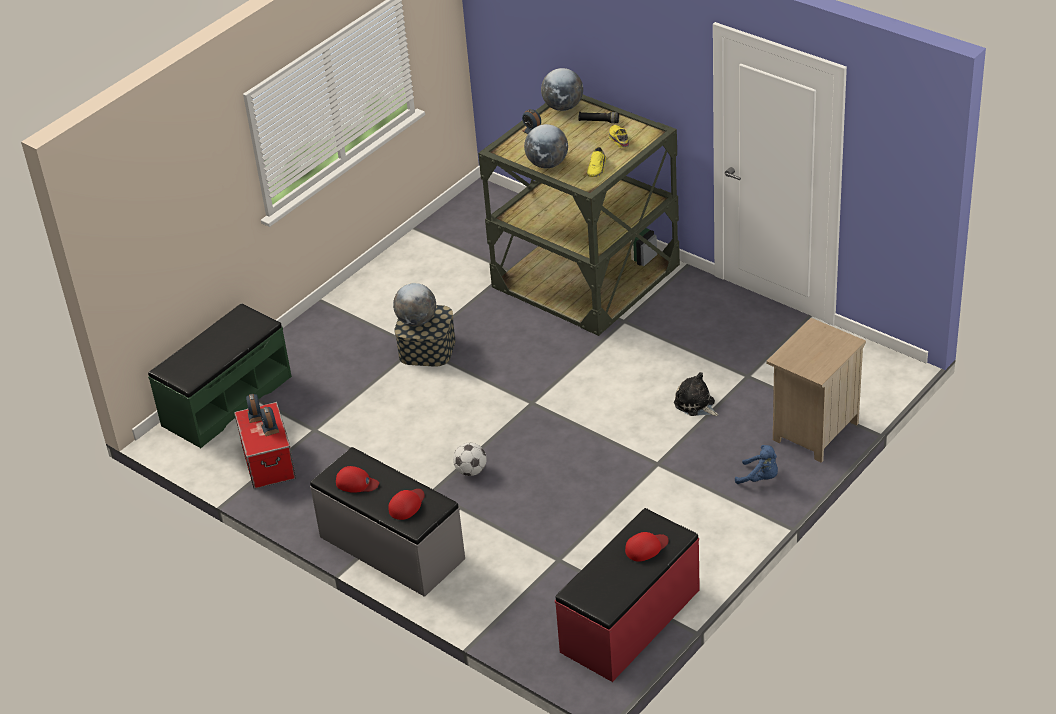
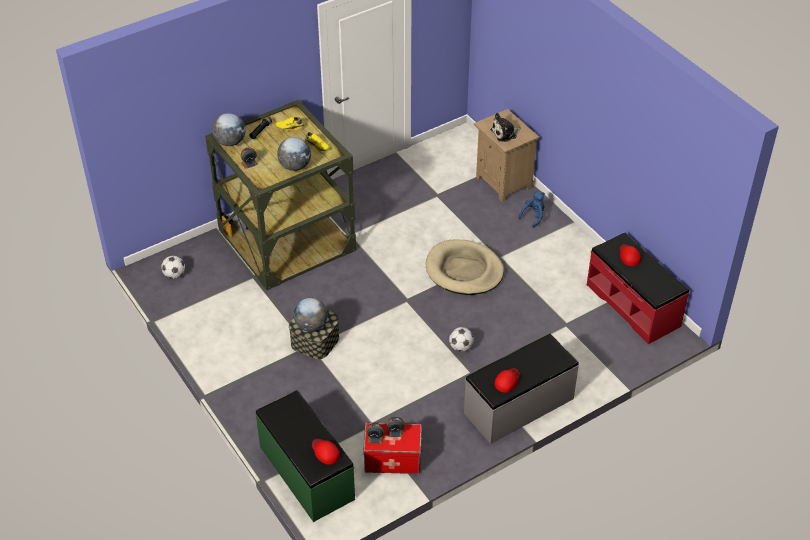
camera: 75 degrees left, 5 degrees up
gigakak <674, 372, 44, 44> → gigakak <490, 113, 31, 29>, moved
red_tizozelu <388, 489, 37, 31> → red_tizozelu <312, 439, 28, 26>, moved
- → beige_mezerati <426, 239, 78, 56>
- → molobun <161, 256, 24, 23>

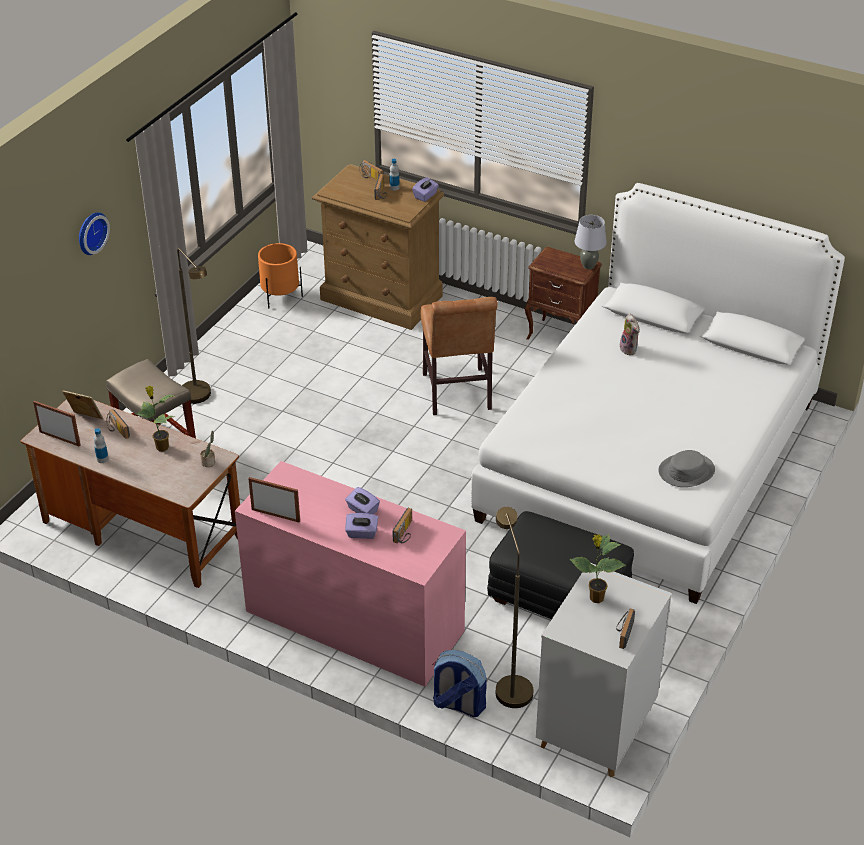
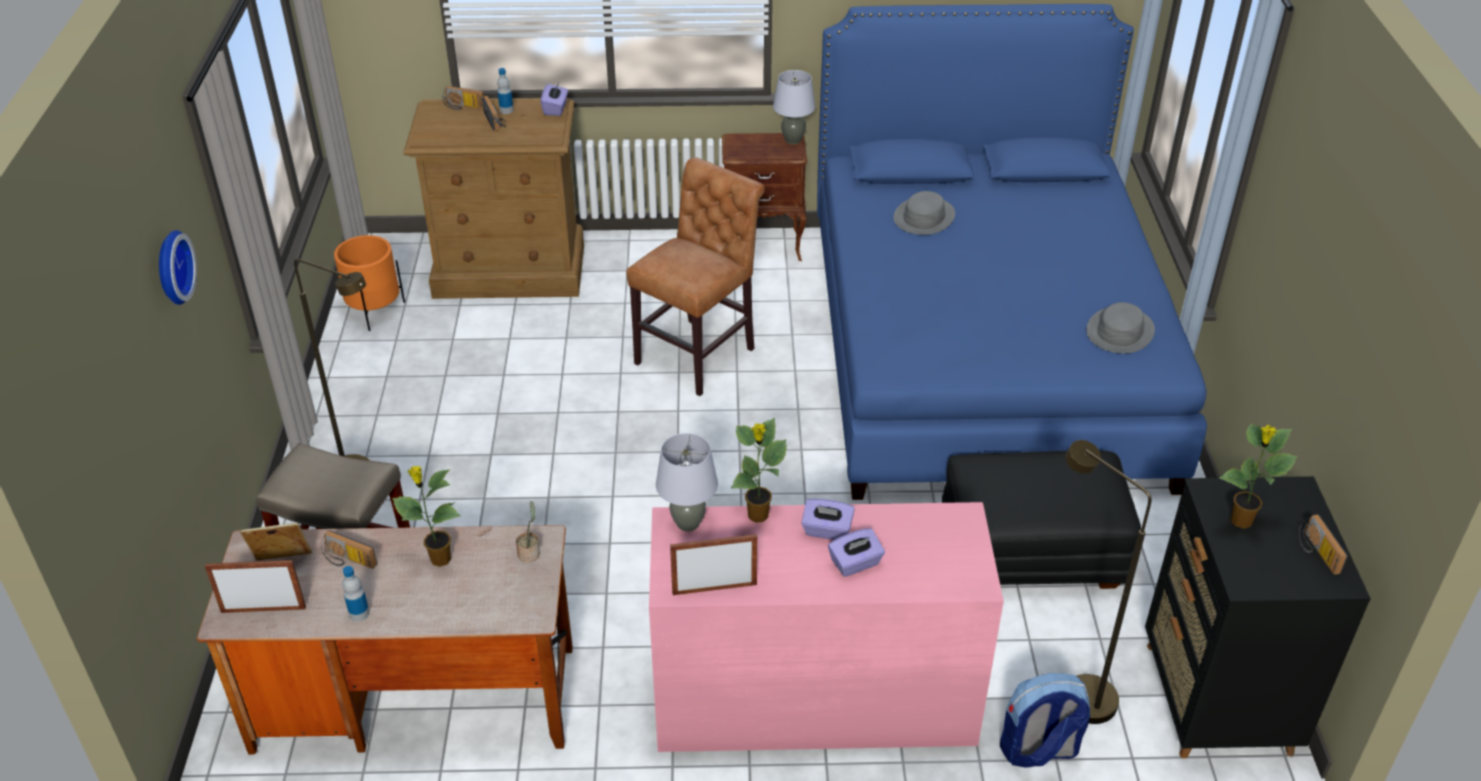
camera: 30 degrees left, 0 degrees up
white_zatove <471, 183, 374, 421> → blue_zatove <817, 4, 390, 496>
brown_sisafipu <421, 297, 77, 118> → brown_sisafipu <626, 157, 139, 239>, 105 degrees counterclockwise
gigakak <620, 314, 20, 41> → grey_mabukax <893, 191, 62, 44>
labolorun <392, 508, 20, 35> → -
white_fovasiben <536, 563, 136, 214> → black_fovasiben <1145, 476, 226, 282>
- → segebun <731, 417, 56, 106>
- → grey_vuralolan <656, 433, 62, 99>

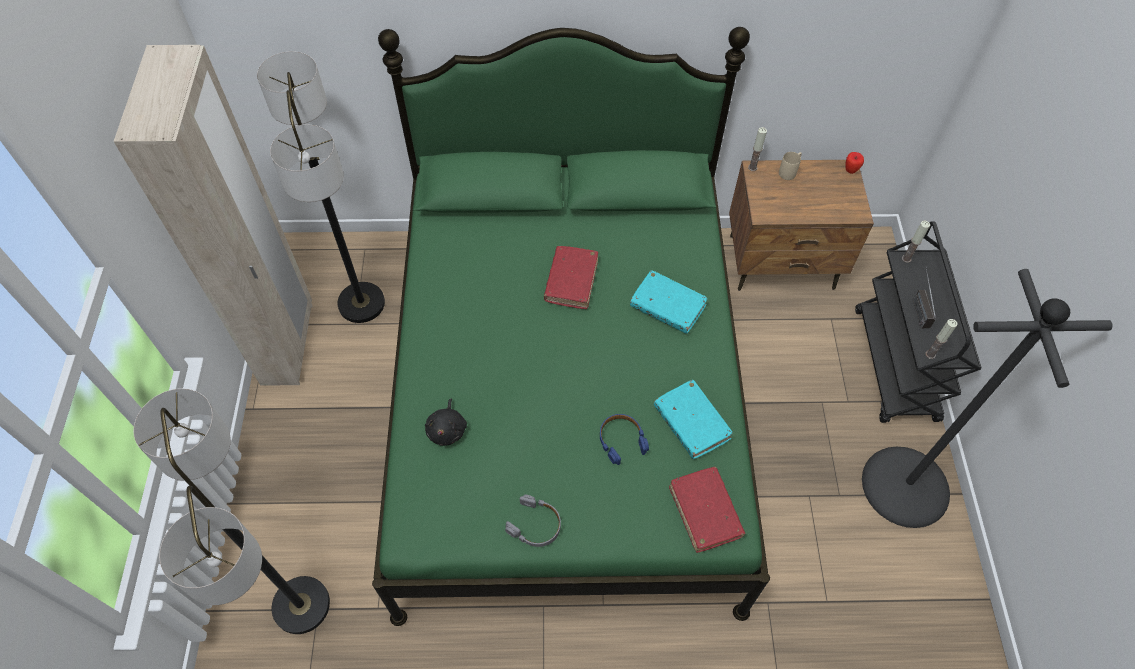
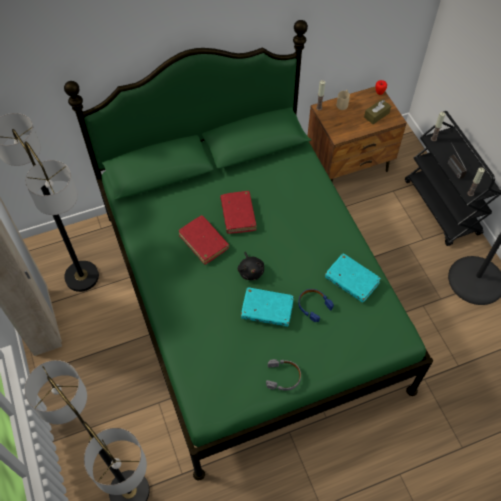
camera: 20 degrees left, 0 degrees up
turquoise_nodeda <630, 270, 78, 64> → turquoise_nodeda <241, 287, 53, 40>, moved
black_gigakak <425, 399, 42, 47> → black_gigakak <238, 252, 26, 28>, moved
red_nodeda <669, 467, 76, 86> → red_nodeda <179, 215, 50, 49>, moved
- → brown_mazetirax <364, 99, 27, 25>

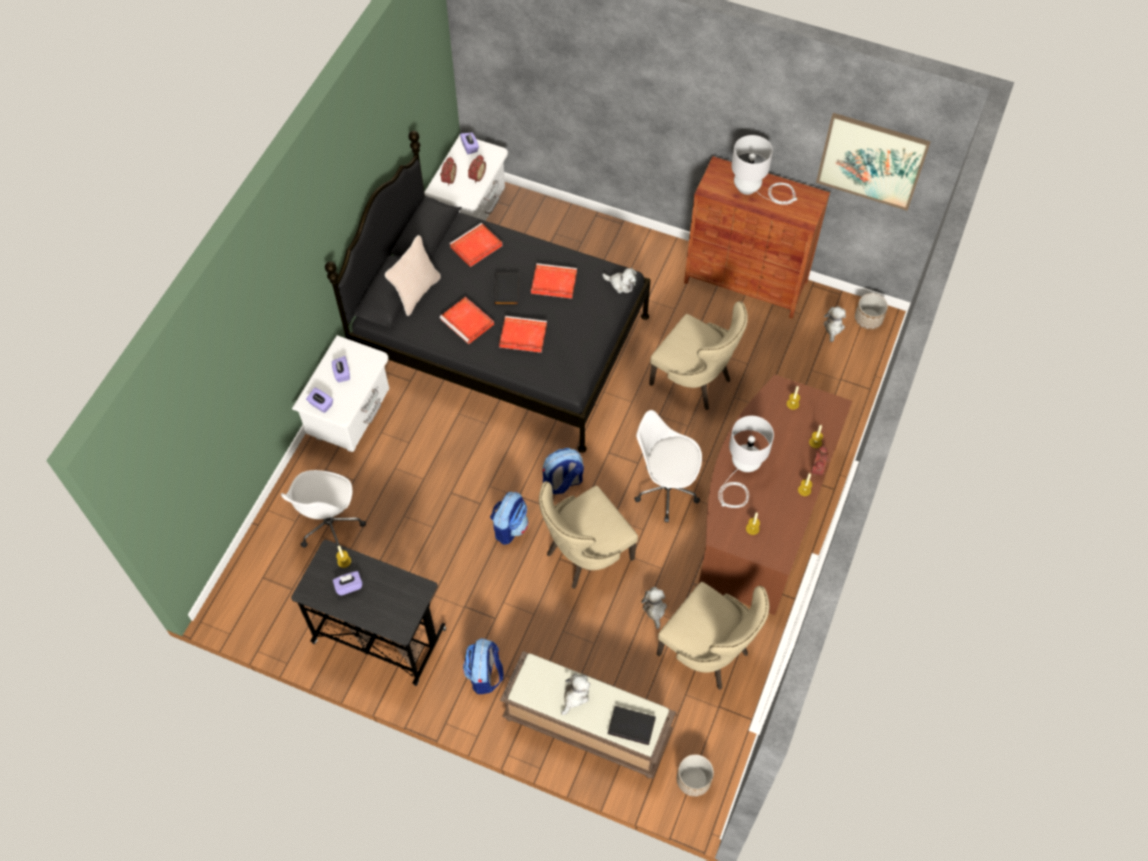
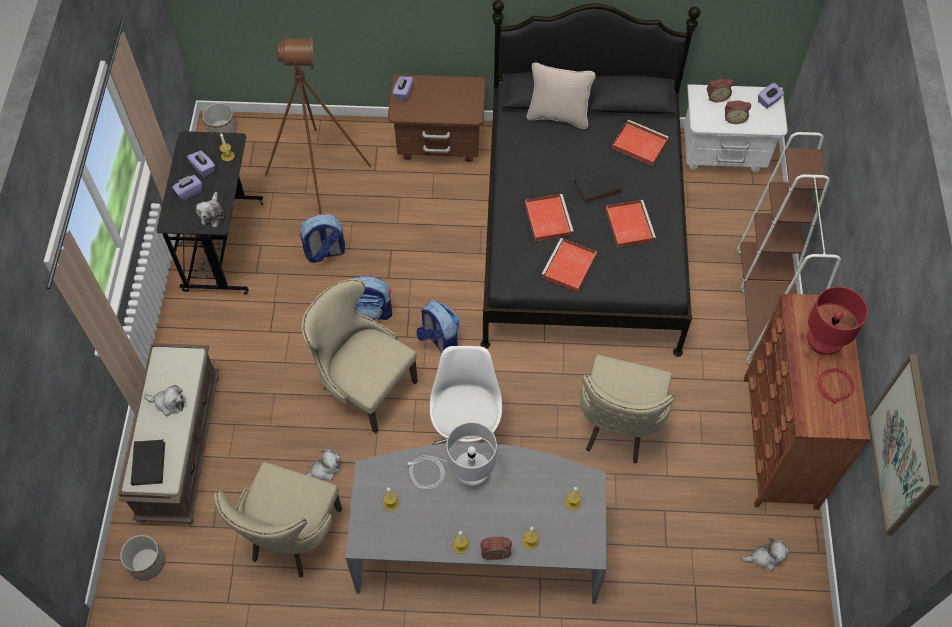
camera: 70 degrees right, 0 degrees up
white_vuralolan <731, 135, 66, 70> → red_vuralolan <807, 287, 61, 117>
gigakak <602, 268, 35, 25> → gigakak <196, 192, 28, 35>, moved
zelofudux <855, 293, 33, 36> → zelofudux <202, 103, 35, 30>, moved
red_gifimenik <440, 297, 54, 47> → red_gifimenik <541, 238, 56, 54>, moved
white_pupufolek <292, 335, 97, 117> → brown_pupufolek <388, 74, 98, 88>
purple_mazetirax <332, 356, 18, 26> → purple_mazetirax <172, 175, 30, 26>, moved
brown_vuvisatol <699, 375, 153, 240> → grey_vuvisatol <345, 443, 262, 161>
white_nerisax <281, 470, 85, 78> → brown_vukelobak <264, 36, 108, 178>
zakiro <463, 638, 41, 56> → zakiro <299, 214, 46, 49>, moved
- → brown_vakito <737, 132, 104, 232>

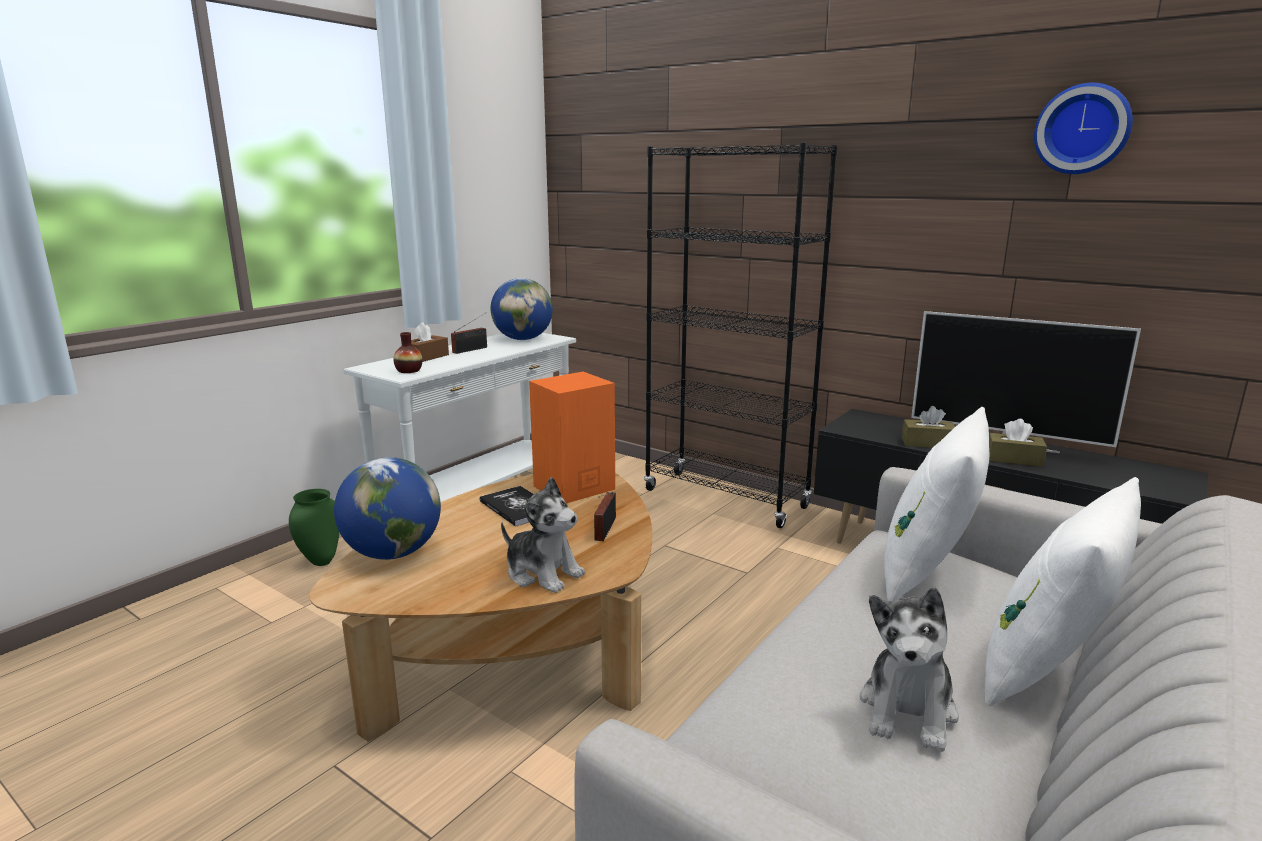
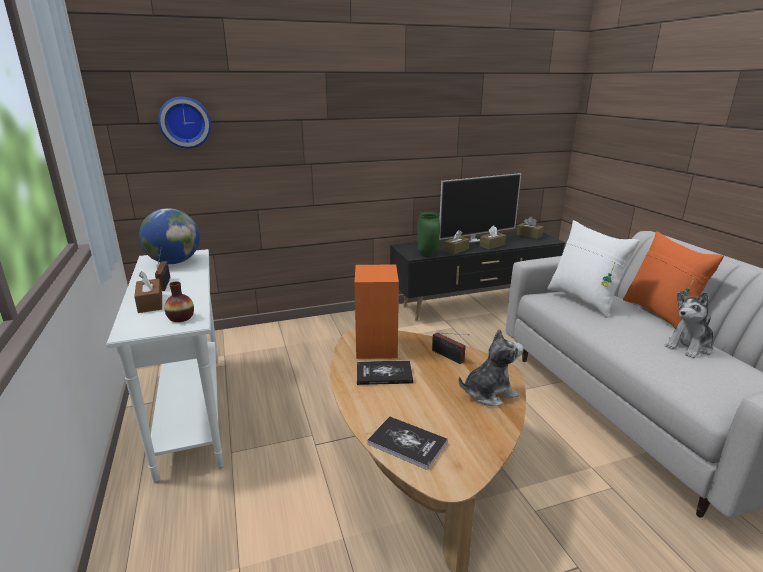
camera: 55 degrees left, 5 degrees up
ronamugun <1034, 83, 99, 91> → ronamugun <158, 97, 53, 51>, moved
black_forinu <644, 143, 194, 385> → -
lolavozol <334, 457, 107, 103> → nodeda <367, 416, 81, 54>
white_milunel <985, 477, 156, 229> → orange_milunel <623, 232, 101, 96>
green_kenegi <289, 489, 50, 77> → green_kenegi <417, 212, 23, 44>, moved
gigakak <860, 587, 99, 165> → gigakak <664, 292, 49, 67>, 90 degrees clockwise
- → brown_mazetirax <516, 217, 28, 22>

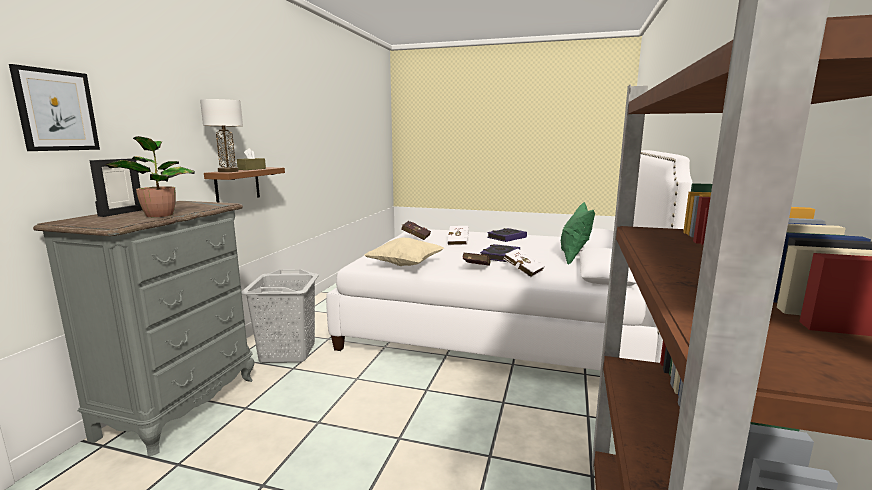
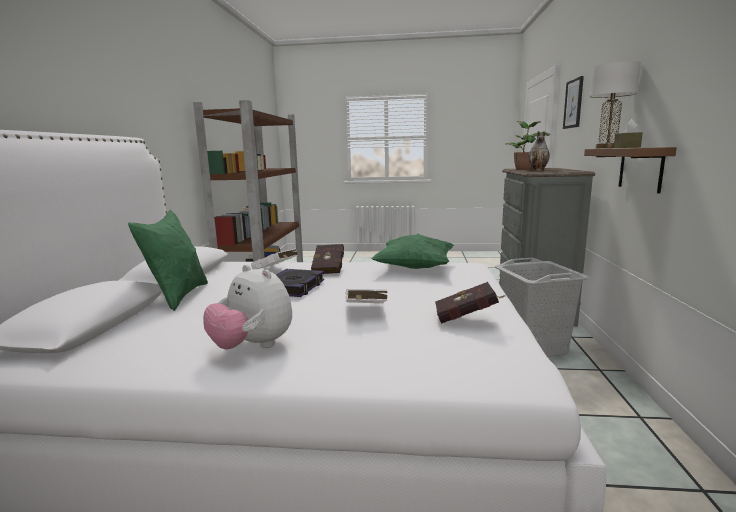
camera: 170 degrees right, 0 degrees up
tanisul <89, 158, 53, 59> → -
nodeda <487, 228, 40, 14> → gigakak <203, 265, 89, 85>
beige_milunel <365, 237, 79, 29> → green_milunel <371, 233, 83, 36>
- → kenegi <529, 131, 21, 40>

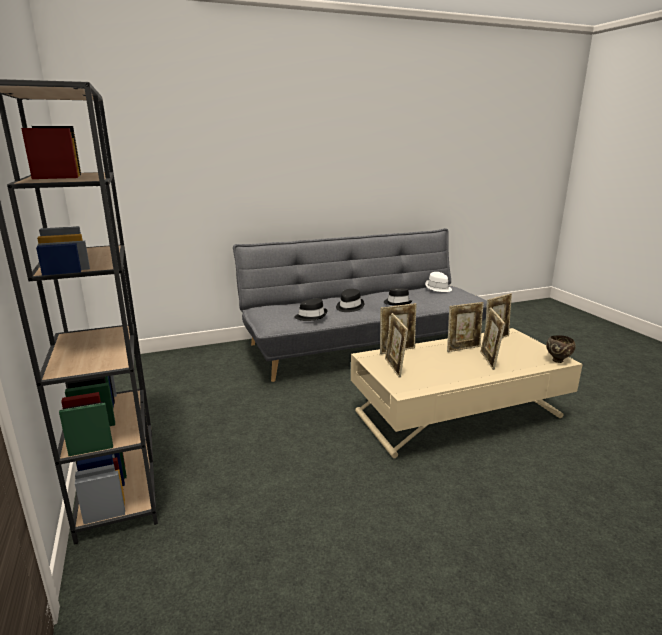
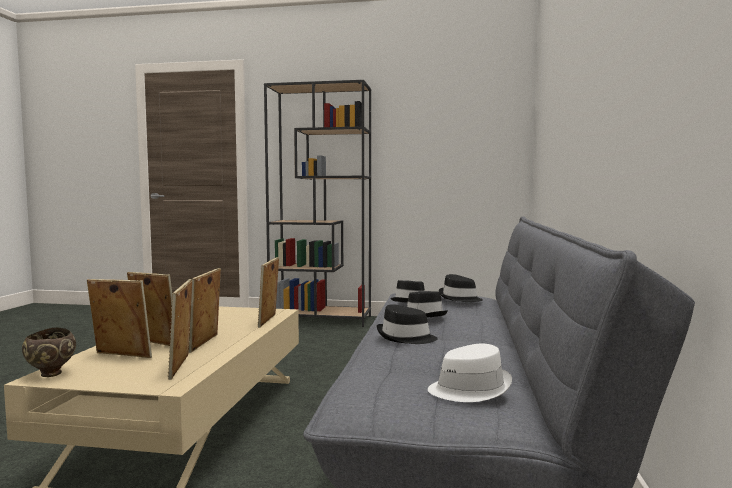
camera: 120 degrees right, 15 degrees down
tanisul <385, 313, 23, 65> → tanisul <87, 279, 65, 79>, moved
- → black_mabukax <439, 274, 44, 28>

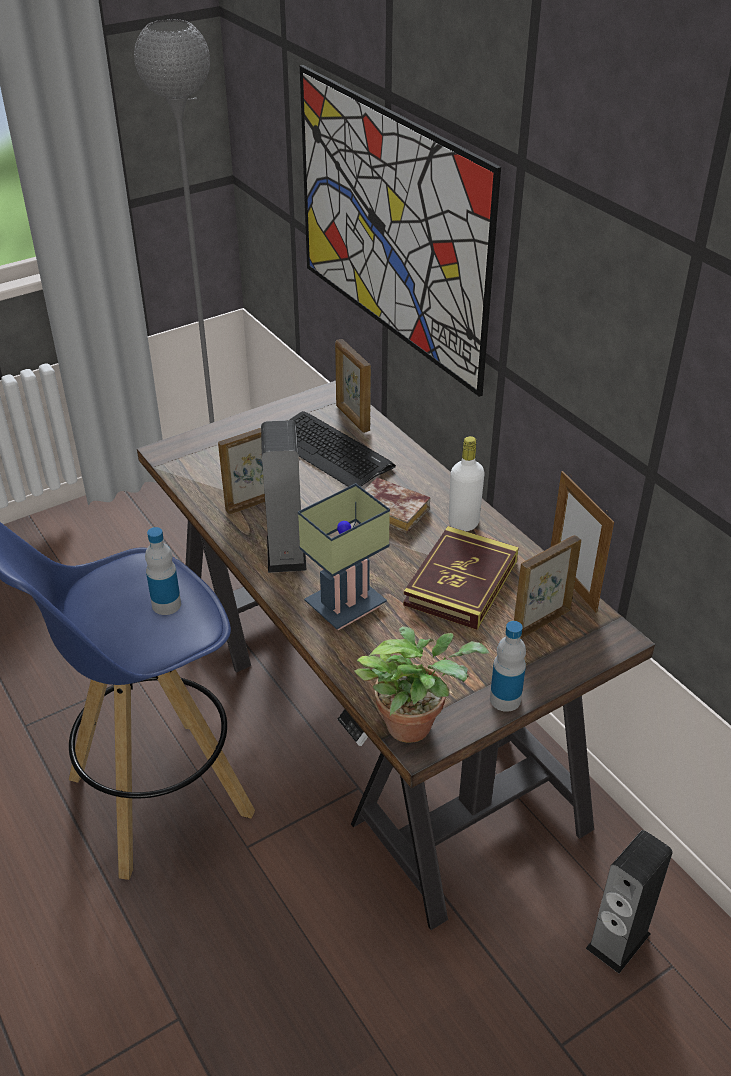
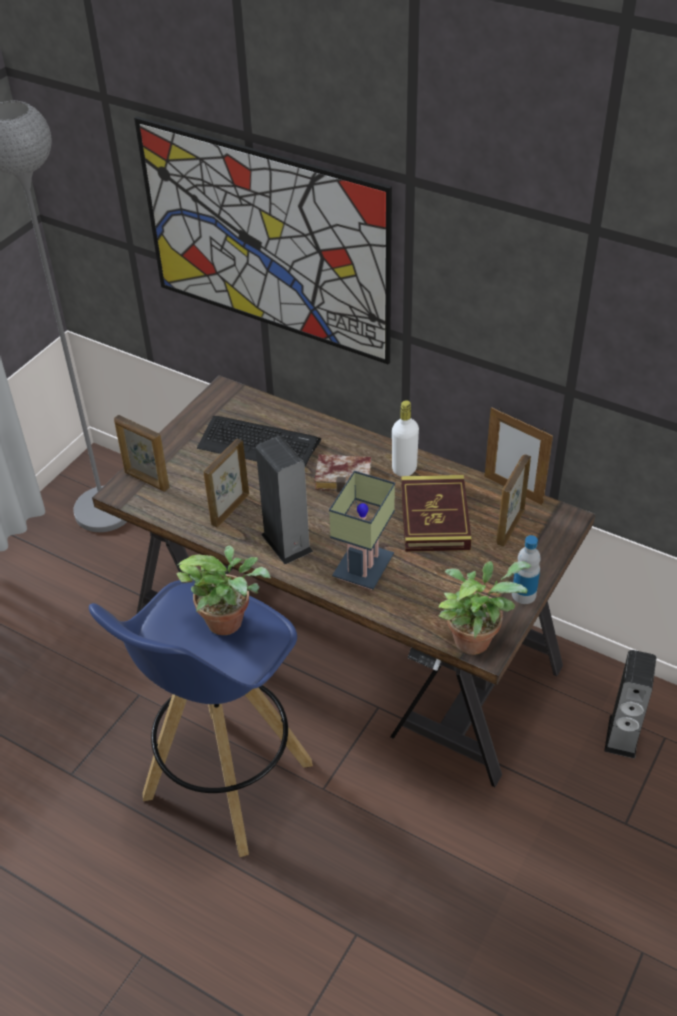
camera: 25 degrees left, 5 degrees up
tanisul <335, 339, 36, 94> → tanisul <114, 415, 56, 77>, moved
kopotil <145, 527, 36, 88> → segebun <176, 545, 95, 90>

